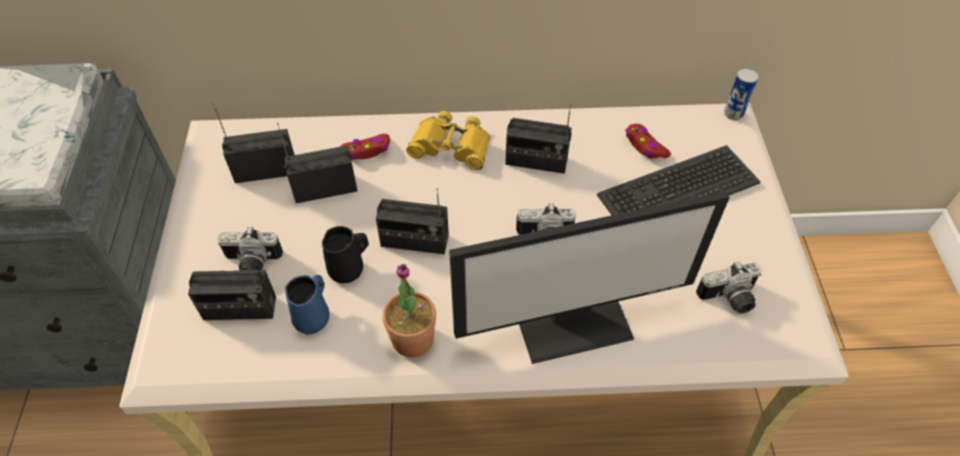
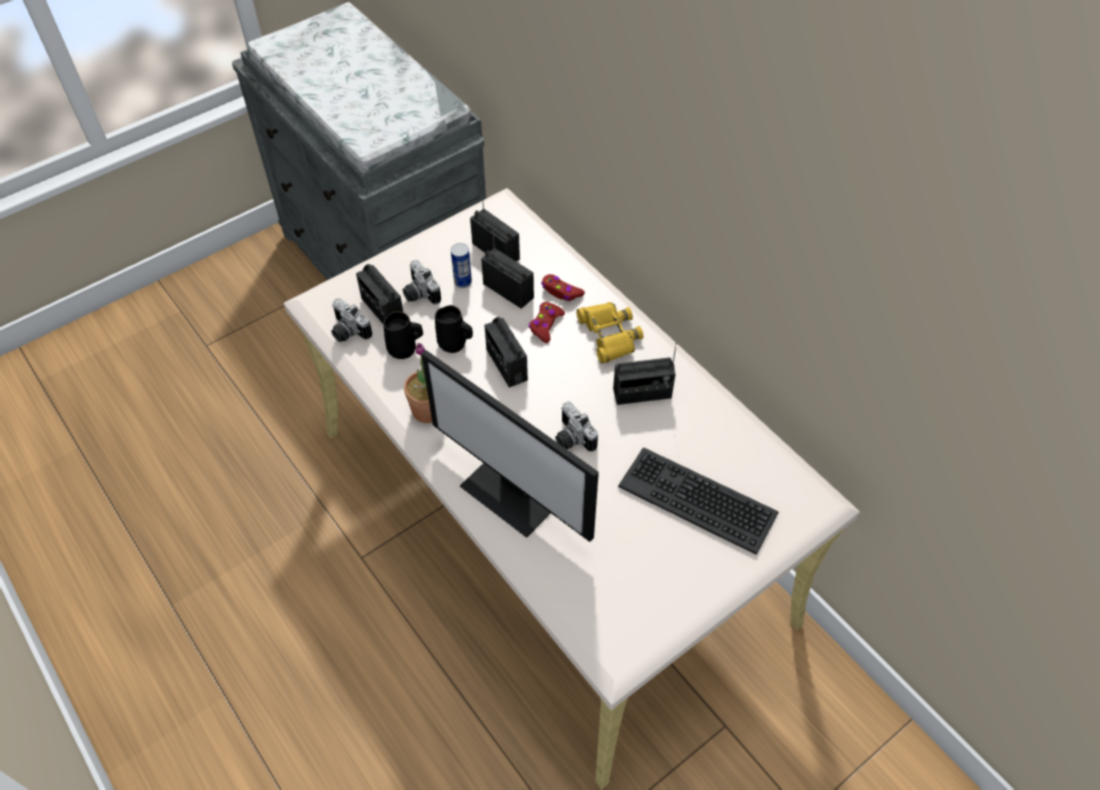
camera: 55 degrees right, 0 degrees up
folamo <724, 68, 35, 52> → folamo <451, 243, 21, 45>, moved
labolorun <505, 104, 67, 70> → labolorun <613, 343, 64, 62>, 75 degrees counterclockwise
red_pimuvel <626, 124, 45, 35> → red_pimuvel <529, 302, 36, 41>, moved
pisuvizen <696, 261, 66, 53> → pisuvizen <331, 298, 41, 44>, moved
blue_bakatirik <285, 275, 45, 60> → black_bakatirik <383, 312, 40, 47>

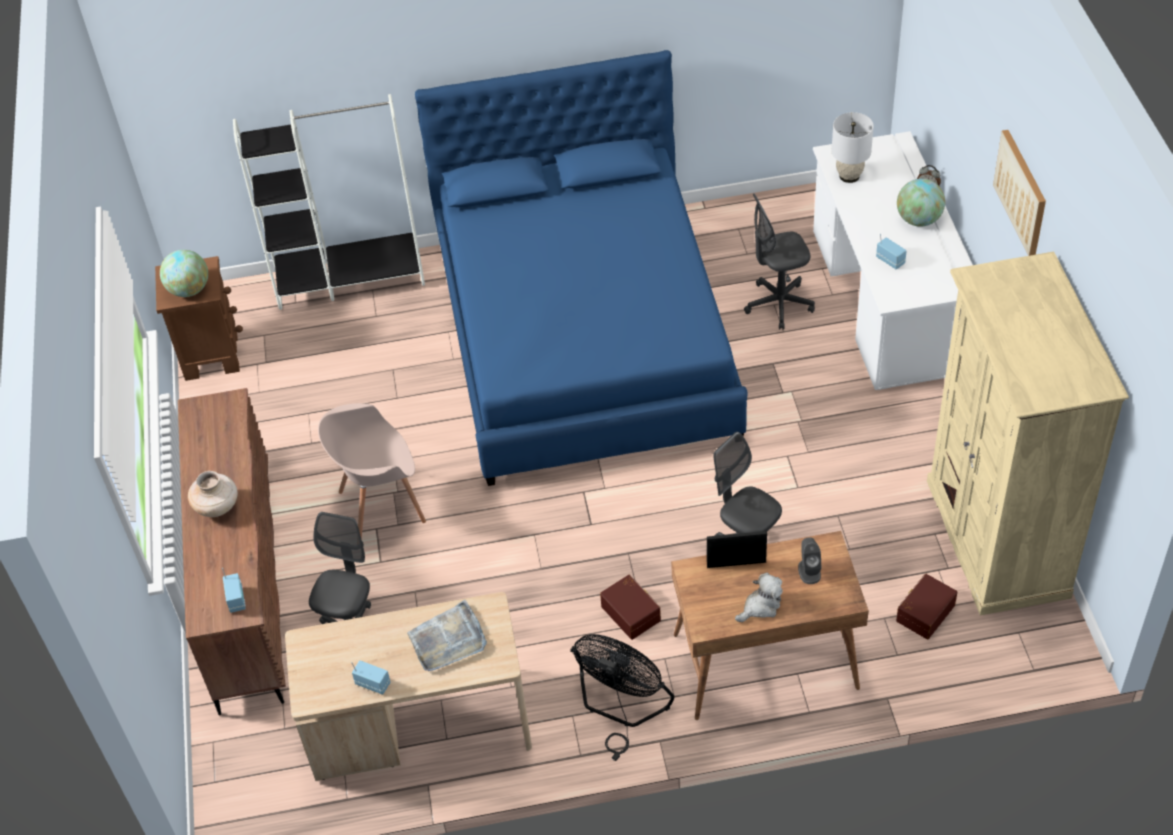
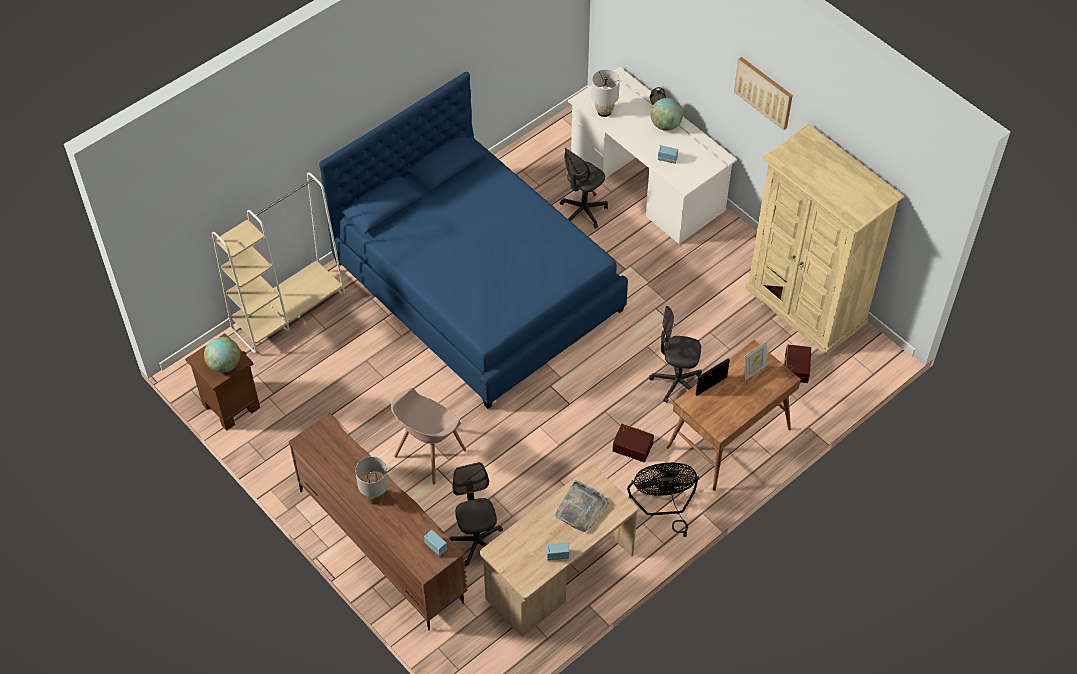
camera: 35 degrees left, 5 degrees up
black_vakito <233, 94, 192, 216> → beige_vakito <212, 172, 133, 181>
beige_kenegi <188, 471, 50, 46> → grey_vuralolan <355, 456, 34, 49>
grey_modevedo <798, 537, 23, 47> → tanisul <745, 341, 22, 39>
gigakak <735, 573, 48, 49> → -

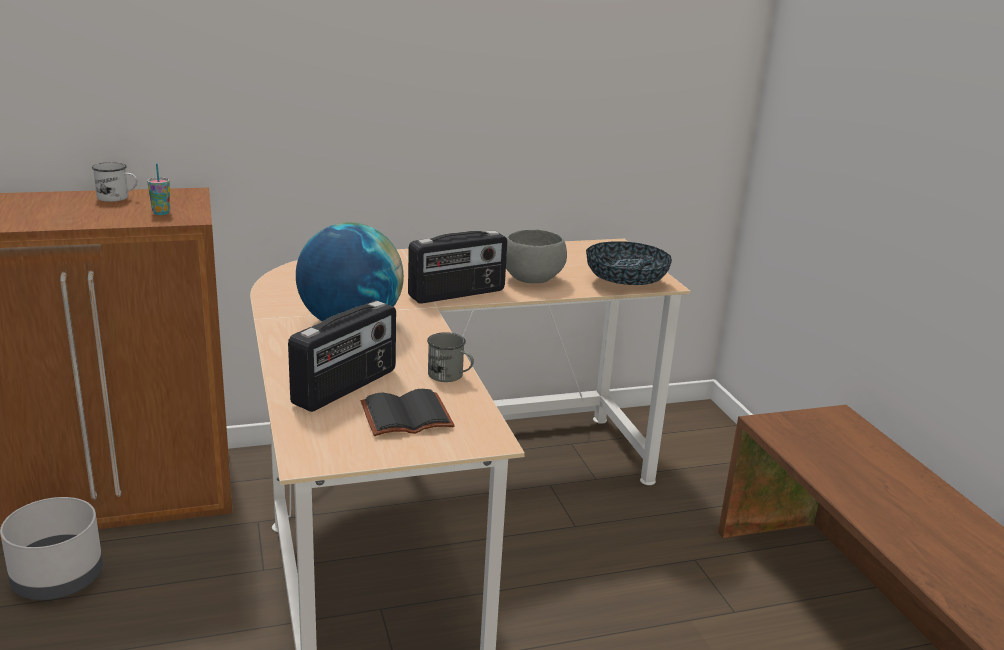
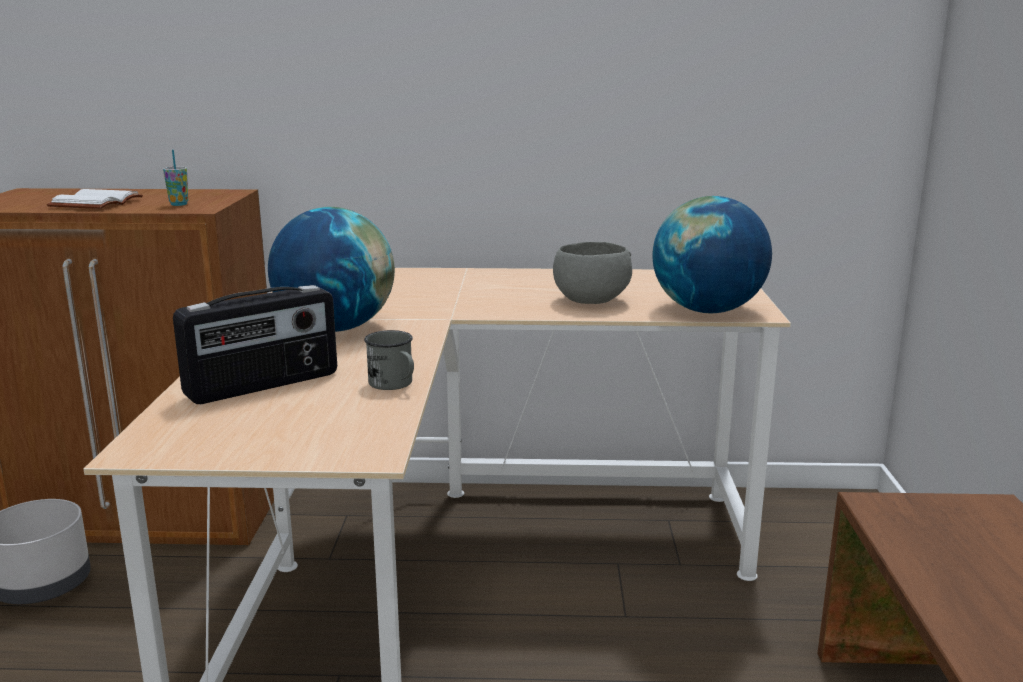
camera: 20 degrees right, 5 degrees down
white_bakatirik <92, 162, 45, 40> → -
labolorun <408, 231, 99, 73> → -
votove <586, 241, 86, 44> → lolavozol <652, 196, 120, 117>
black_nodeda <361, 389, 94, 47> → -
- → white_nodeda <47, 189, 96, 20>

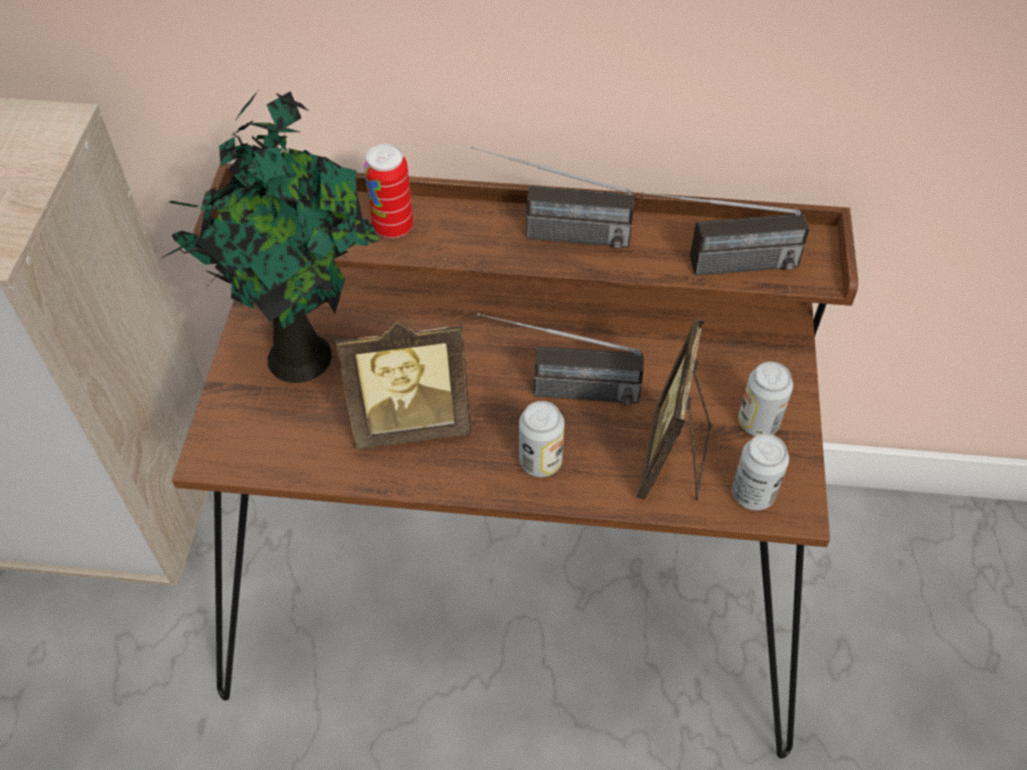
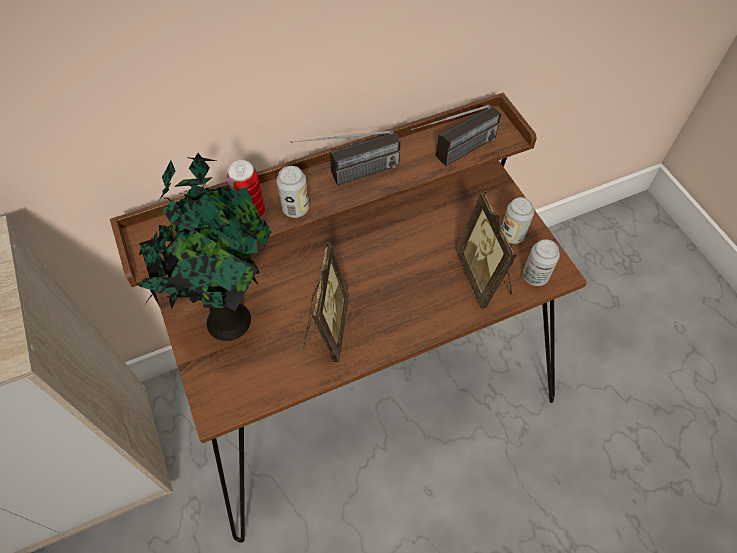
camera: 30 degrees left, 5 degrees up
labolorun <477, 313, 167, 93> → -
tanisul <335, 322, 136, 127> → tanisul <302, 242, 47, 120>, 45 degrees counterclockwise
folamo <519, 401, 46, 76> → folamo <277, 166, 32, 52>, moved

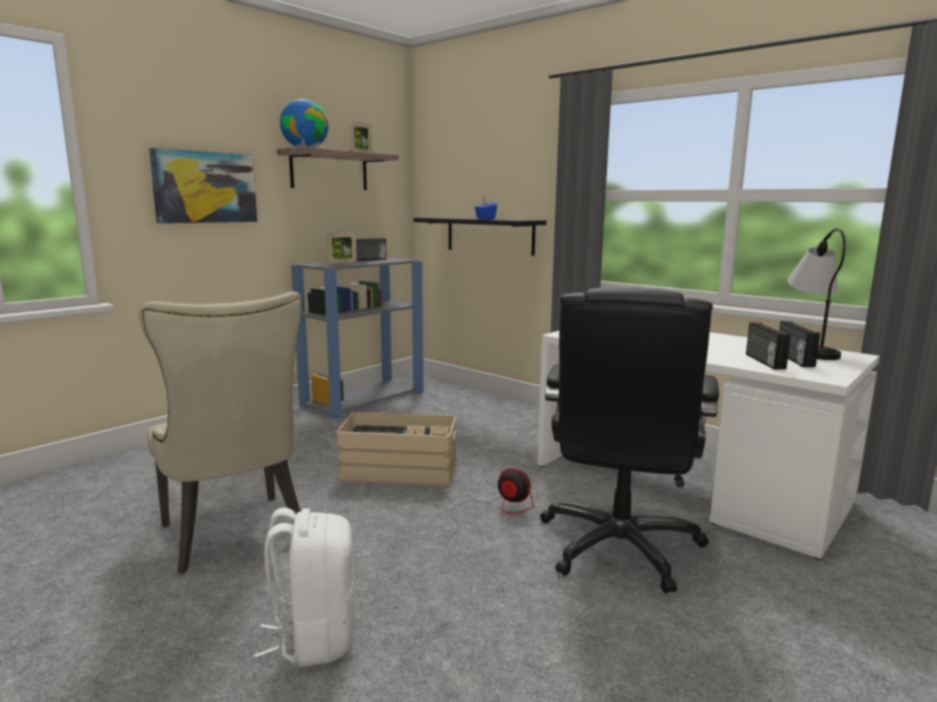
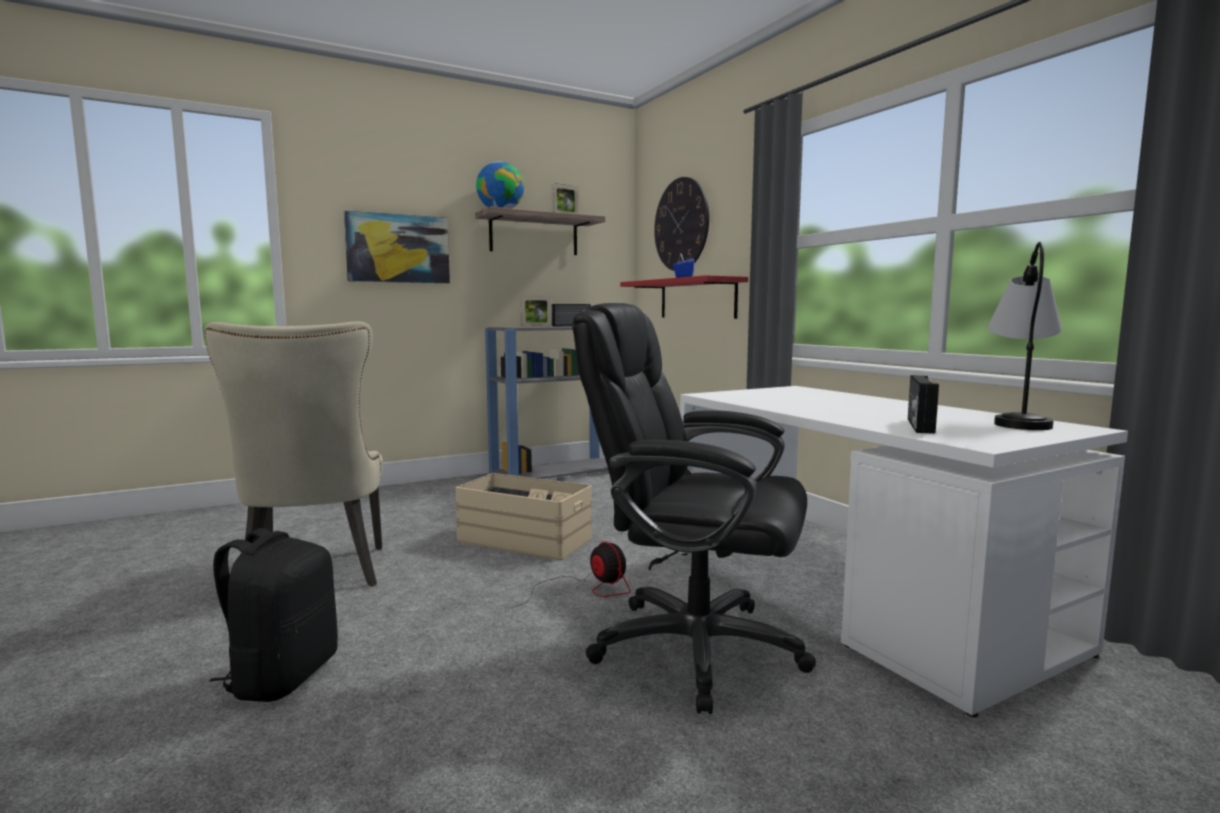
camera: 20 degrees right, 5 degrees down
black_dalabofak <413, 217, 134, 39> → red_dalabofak <620, 275, 128, 44>
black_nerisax <540, 287, 179, 306> → black_nerisax <572, 303, 244, 411>, 75 degrees clockwise
labolorun <779, 321, 41, 46> → -
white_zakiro <254, 508, 101, 159> → black_zakiro <209, 528, 129, 174>
- → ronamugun <654, 177, 55, 94>

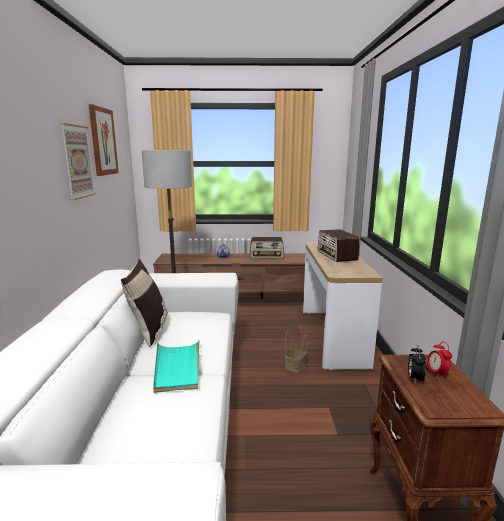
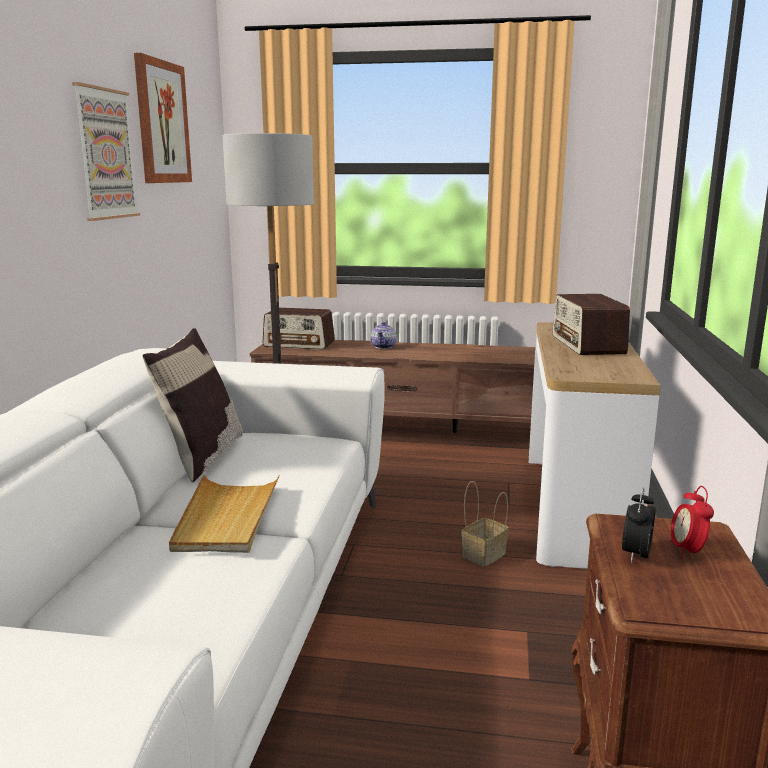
camera: 10 degrees right, 0 degrees up
labolorun <250, 237, 34, 22> → labolorun <263, 308, 72, 42>, moved
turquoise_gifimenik <153, 339, 47, 54> → beige_gifimenik <169, 474, 111, 79>

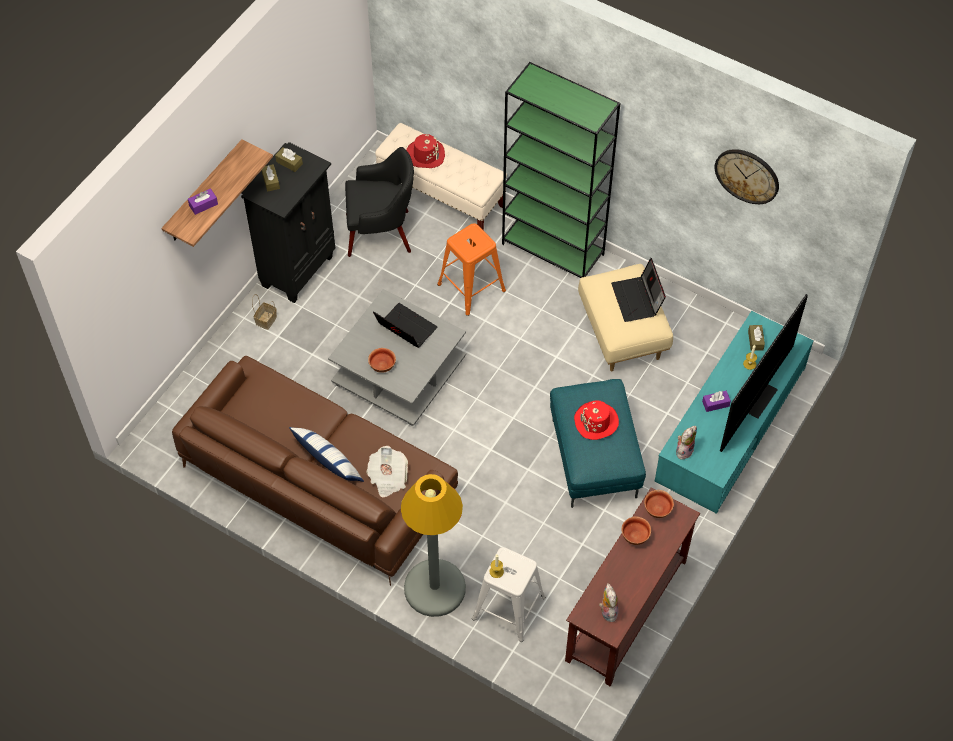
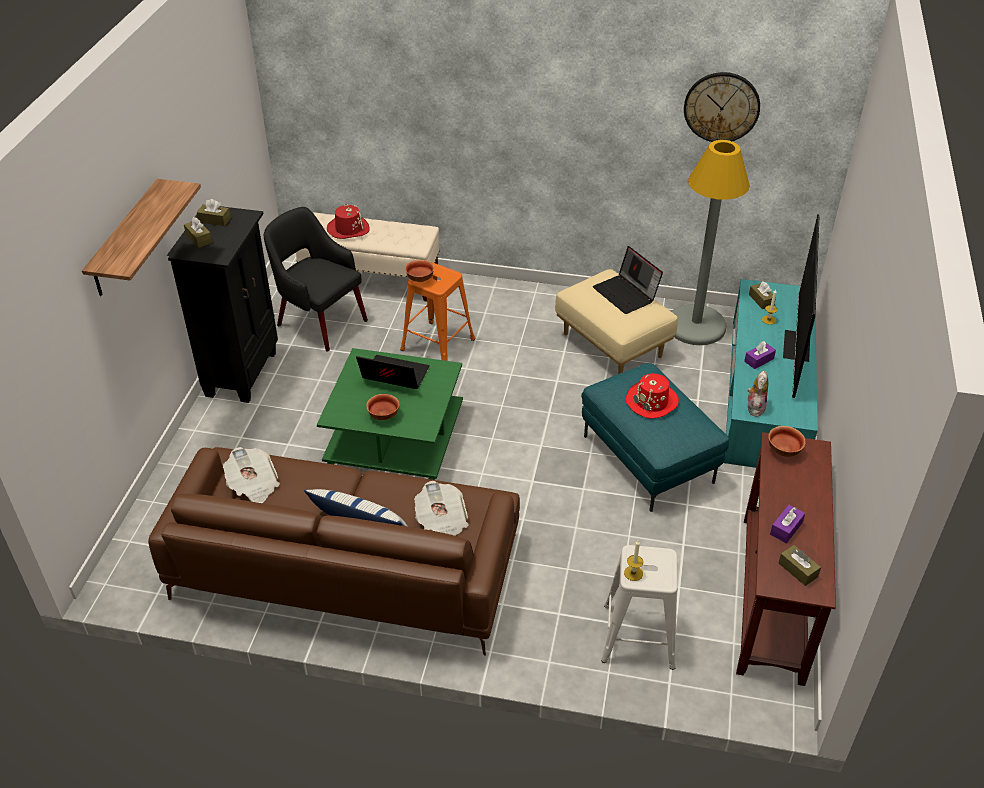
camera: 20 degrees left, 15 degrees down
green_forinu <502, 62, 118, 216> → -
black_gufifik <345, 147, 69, 110> → black_gufifik <264, 207, 104, 145>, 120 degrees counterclockwise
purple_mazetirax <188, 189, 30, 26> → purple_mazetirax <770, 505, 35, 38>, moved
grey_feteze <328, 289, 138, 137> → green_feteze <317, 348, 146, 132>
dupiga <252, 294, 25, 36> → -
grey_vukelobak <401, 474, 65, 143> → grey_vukelobak <671, 140, 79, 205>, moved
votove <621, 517, 30, 28> → votove <405, 260, 29, 22>, moved
gigakak <599, 583, 20, 39> → brown_mazetirax <778, 545, 43, 41>
- → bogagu <223, 447, 57, 56>

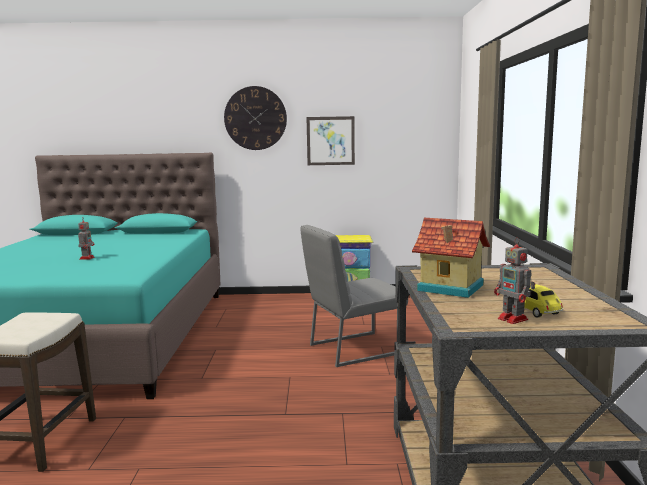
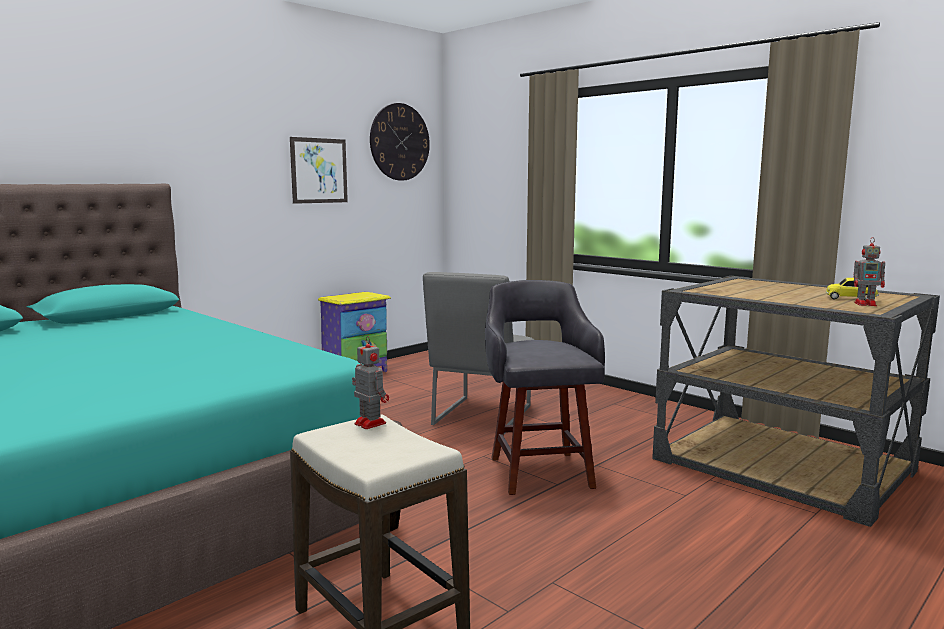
camera: 45 degrees left, 0 degrees up
ronamugun <224, 86, 63, 64> → ronamugun <370, 103, 60, 78>, moved
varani <78, 218, 17, 42> → varani <352, 336, 37, 93>, moved
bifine <412, 218, 78, 80> → -
- → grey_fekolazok <485, 280, 120, 215>

